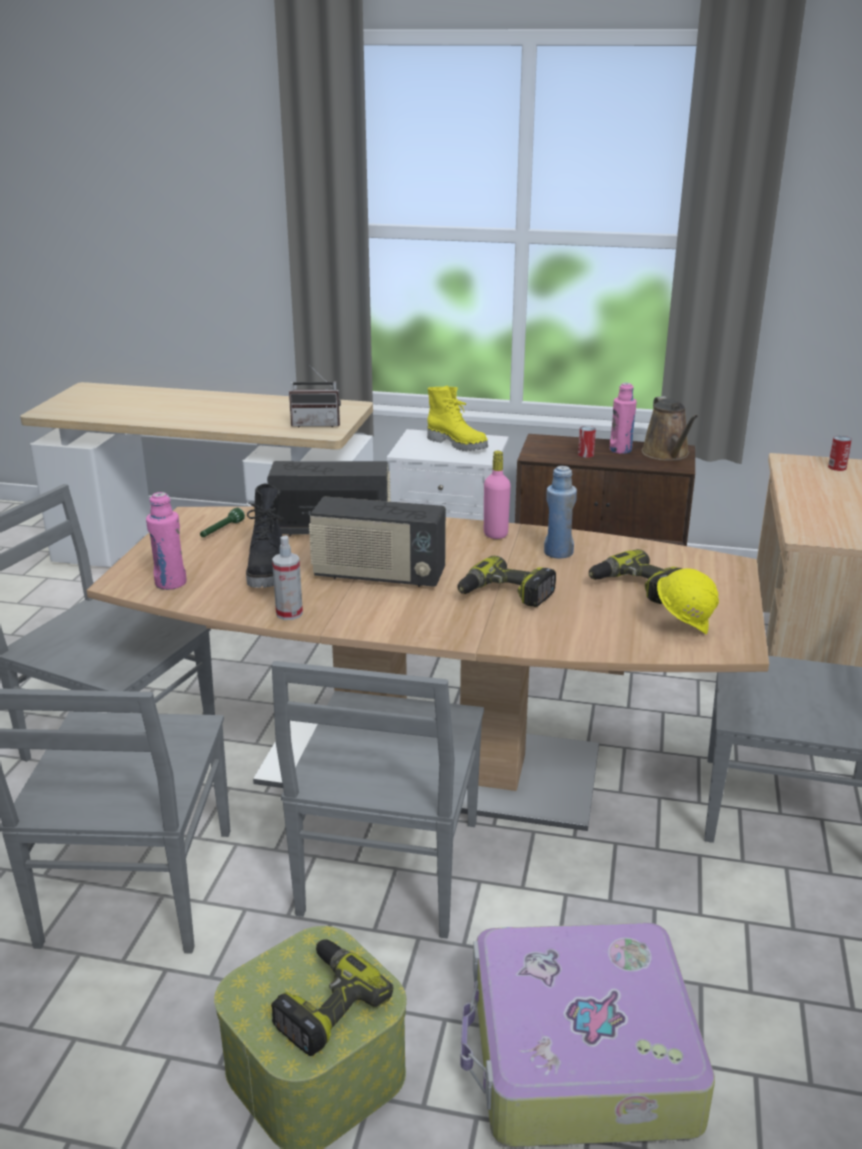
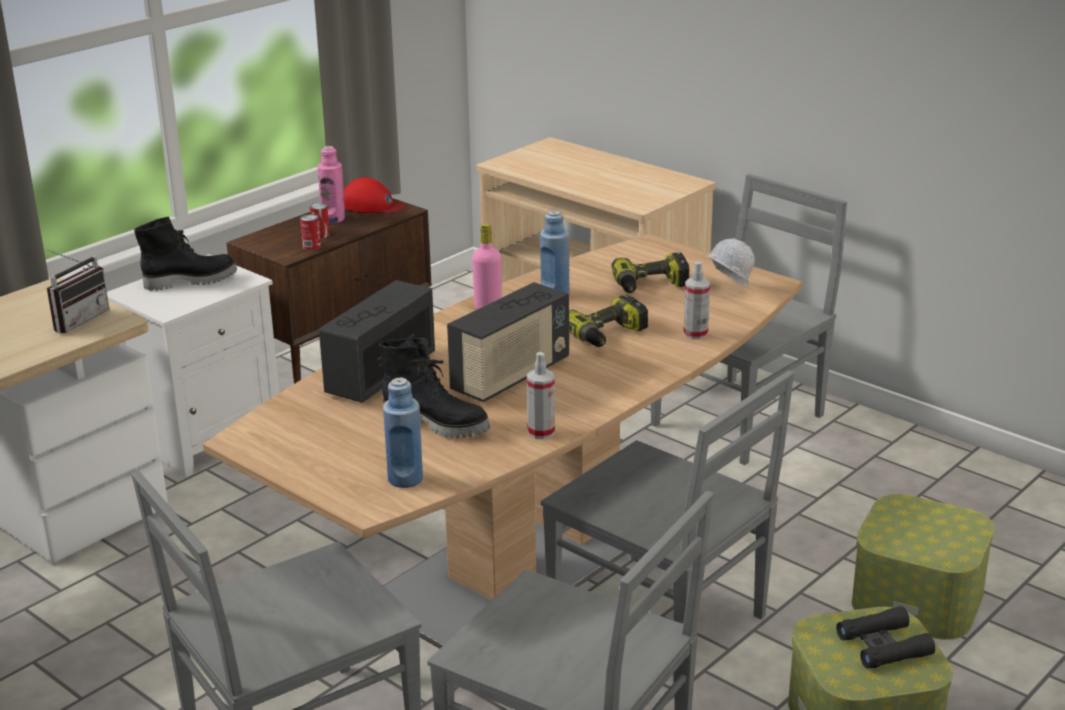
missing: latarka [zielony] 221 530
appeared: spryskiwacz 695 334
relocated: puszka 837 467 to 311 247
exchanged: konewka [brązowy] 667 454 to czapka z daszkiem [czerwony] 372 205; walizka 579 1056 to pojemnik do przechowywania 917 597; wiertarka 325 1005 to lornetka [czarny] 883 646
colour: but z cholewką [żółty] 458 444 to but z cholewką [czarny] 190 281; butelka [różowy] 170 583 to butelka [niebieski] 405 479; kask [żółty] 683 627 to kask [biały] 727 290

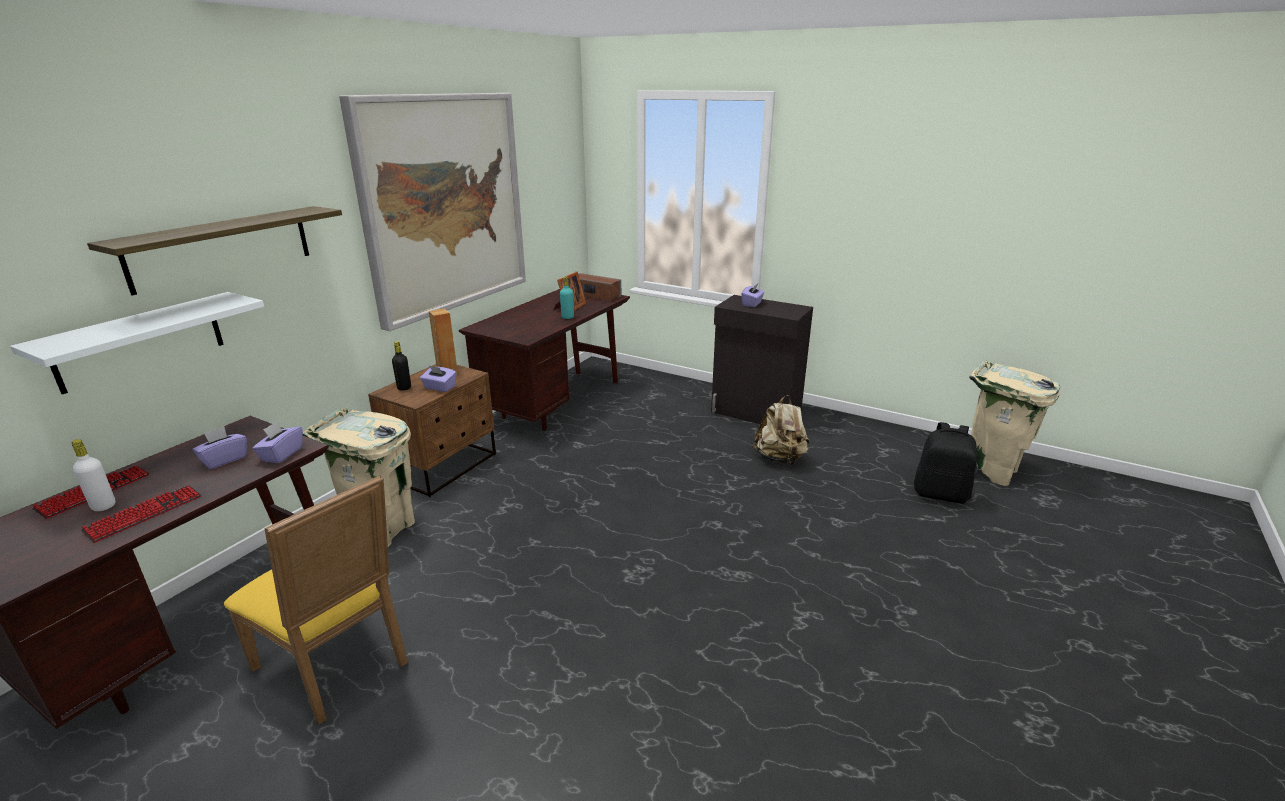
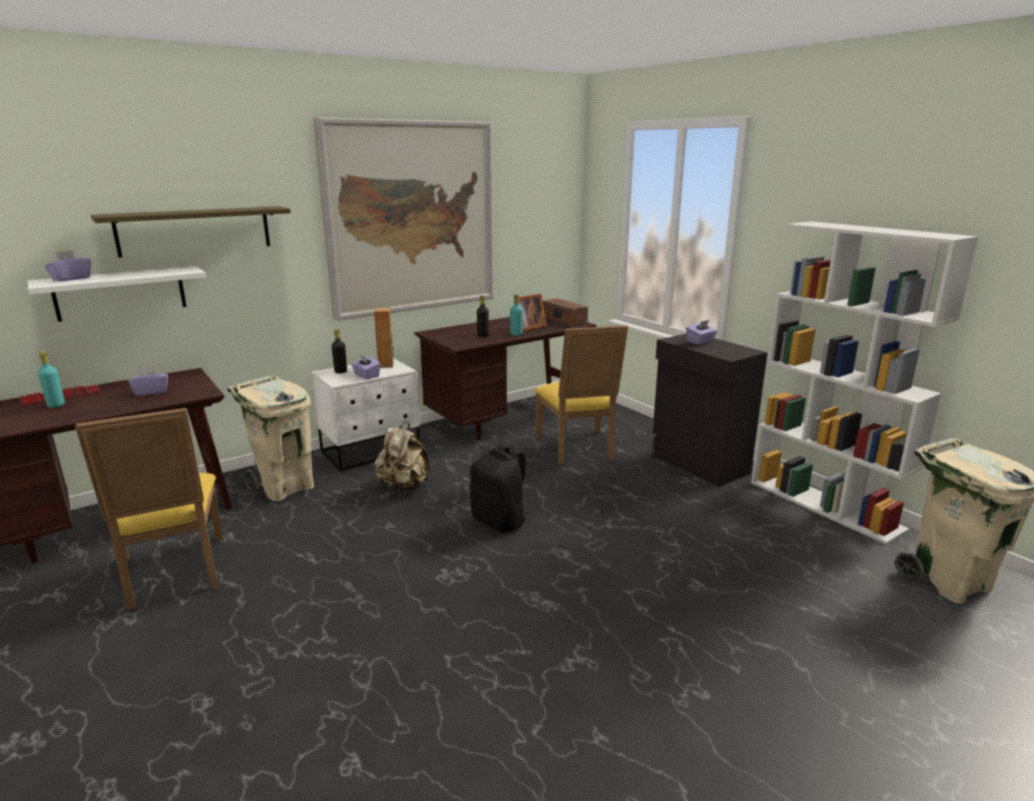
missing: klawiatura 144 514
appeared: regał [biały] 825 505; butelka [czarny] 483 335; krzesło [żółty] 578 449
relocated: plecak [beżowy] 780 459 to 403 488; pudełko chusteczek [fioletowy] 281 454 to 71 279; plecak [czarny] 941 494 to 500 521
colour: szafka nocna [brązowy] 444 467 to szafka nocna [biały] 371 451; butelka [biały] 103 506 to butelka [turkusowy] 56 405

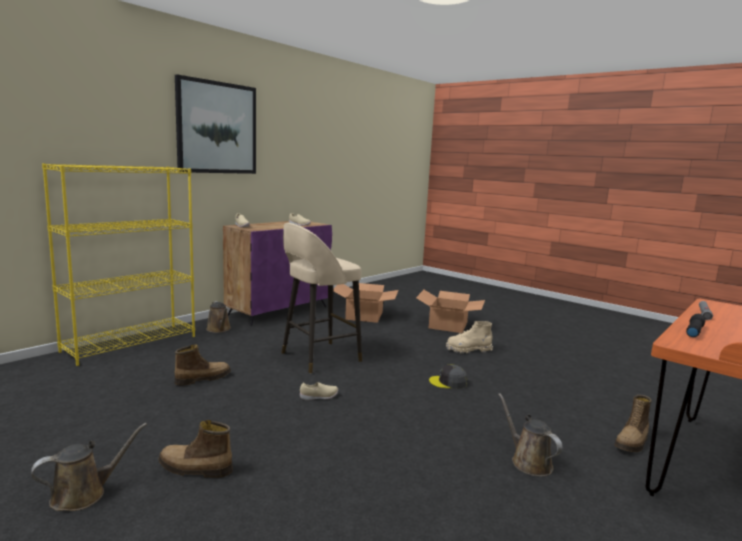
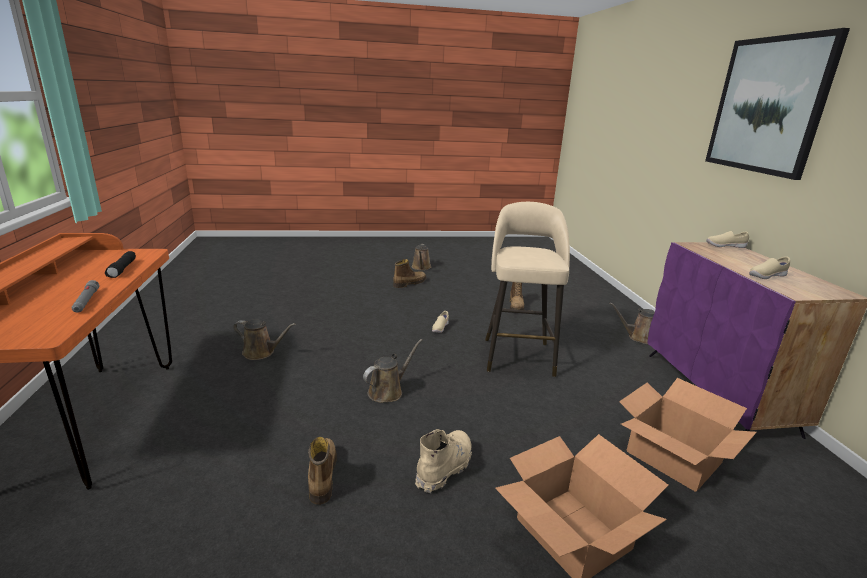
missing: regał [żółty] 131 343
relocated: but z cholewką 632 442 to 321 475
exchanged: czapka z daszkiem [szary] 448 382 to konewka [brązowy] 388 391

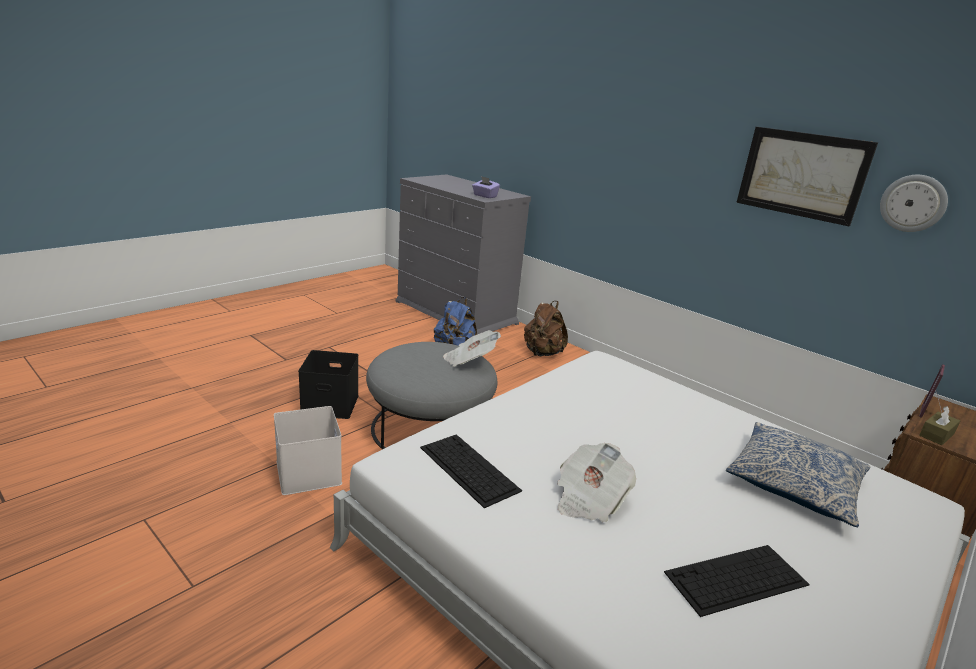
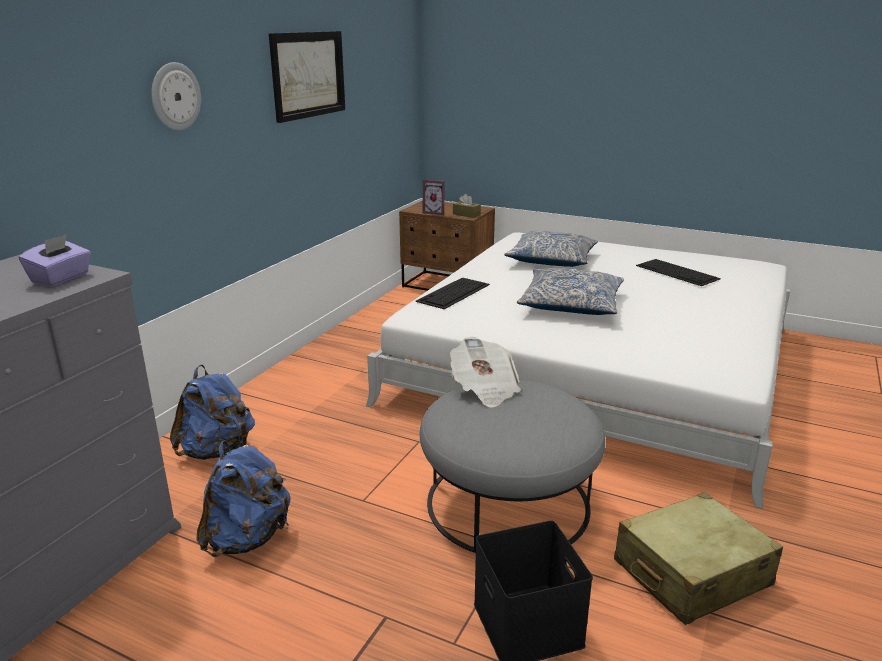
missing: gazeta 589 499
appeared: poduszka 571 304
relocated: zegar ścienny 913 203 to 175 96; klawiatura 467 468 to 453 293
exchanged: pojemnik do przechowywania [biały] 307 472 to walizka [beżowy] 691 574
colour: plecak [brązowy] 542 353 to plecak [niebieski] 217 451

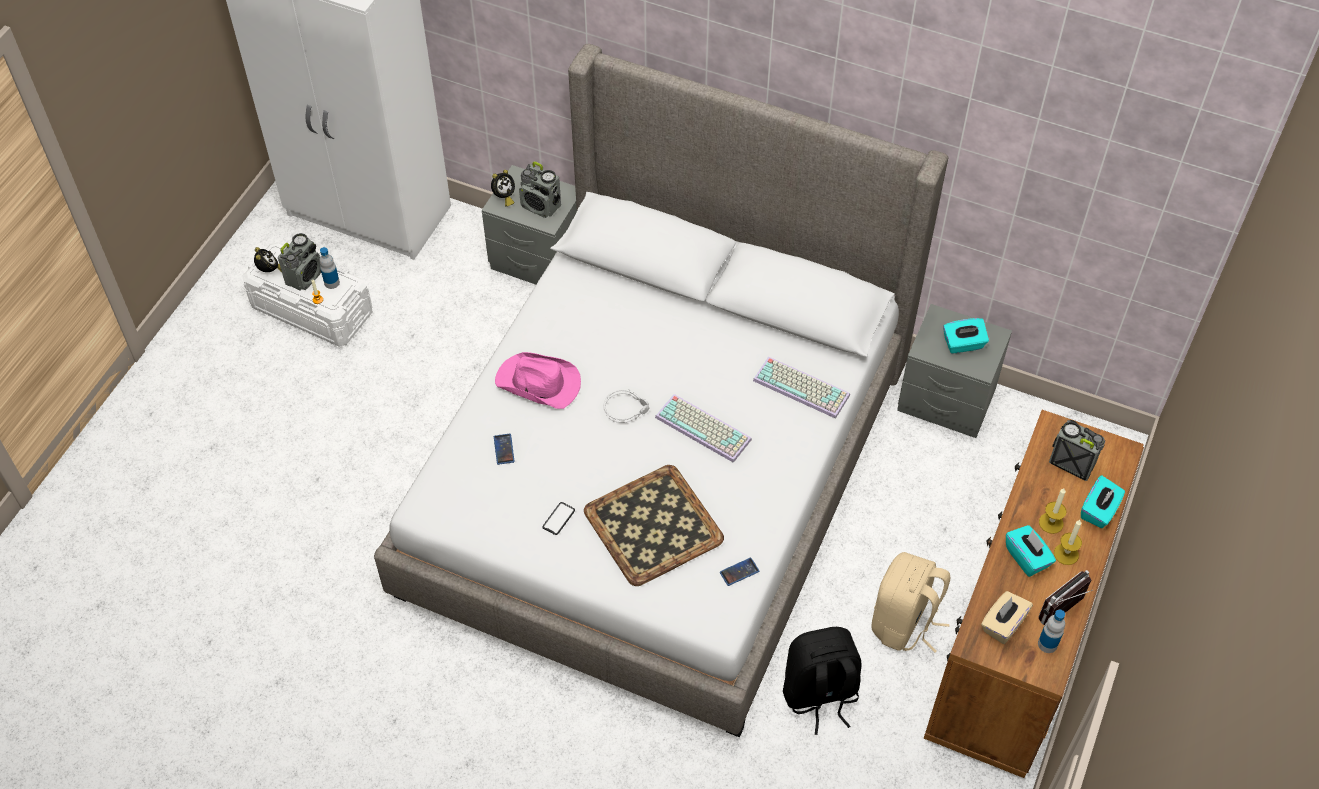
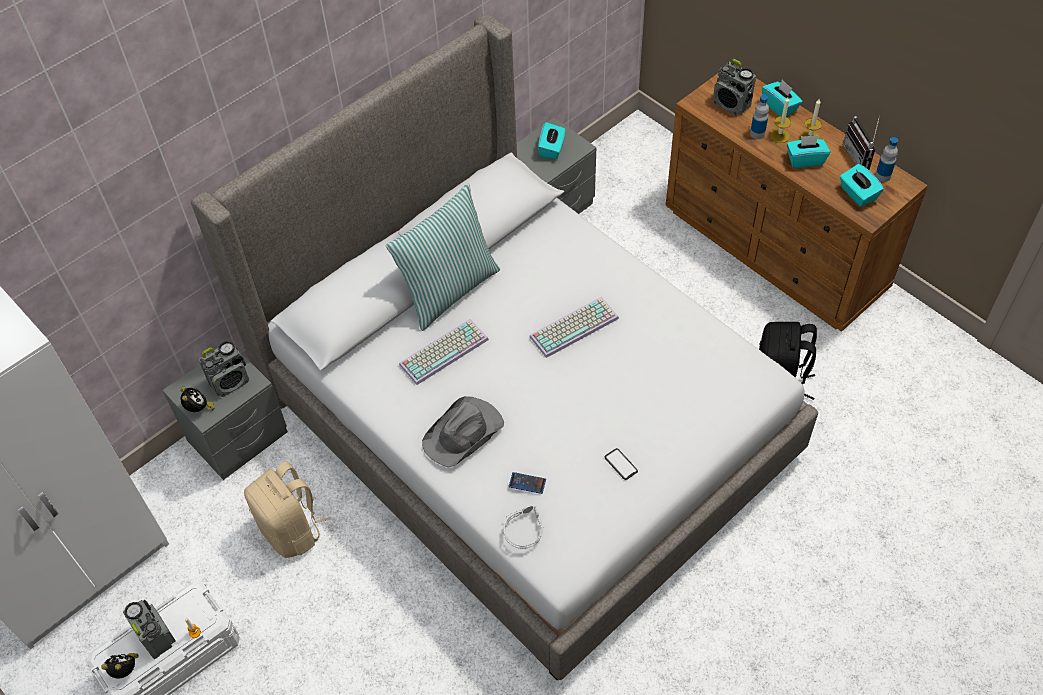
missing: taca 651 525; telefon 739 572
appeared: poduszka 448 289
relocated: butelka 332 282 to 757 133; klawiatura 803 387 to 444 350; słuchawki [szary] 626 408 to 523 528; plecak [beżowy] 904 623 to 292 530
colour: kapelusz [różowy] 539 383 to kapelusz [szary] 464 433; pudełko chusteczek [beżowy] 1003 624 to pudełko chusteczek [turkusowy] 857 194
spun: radio 1072 462 = 731 105 105 degrees counterclockwise

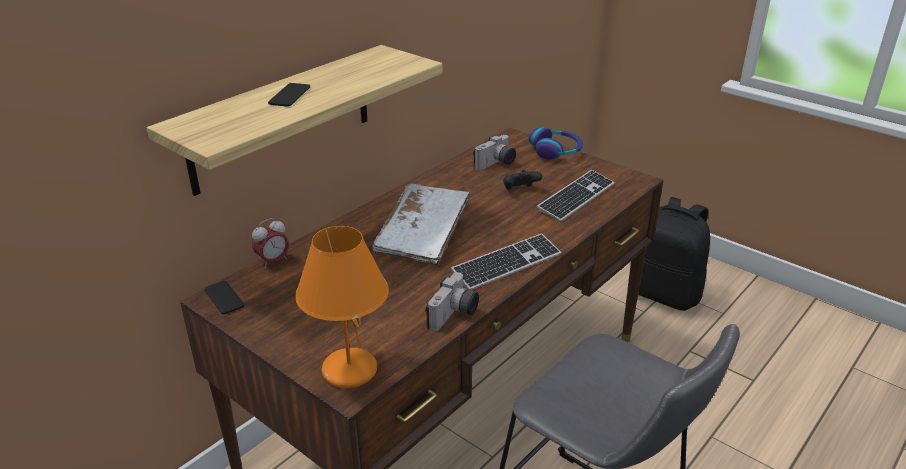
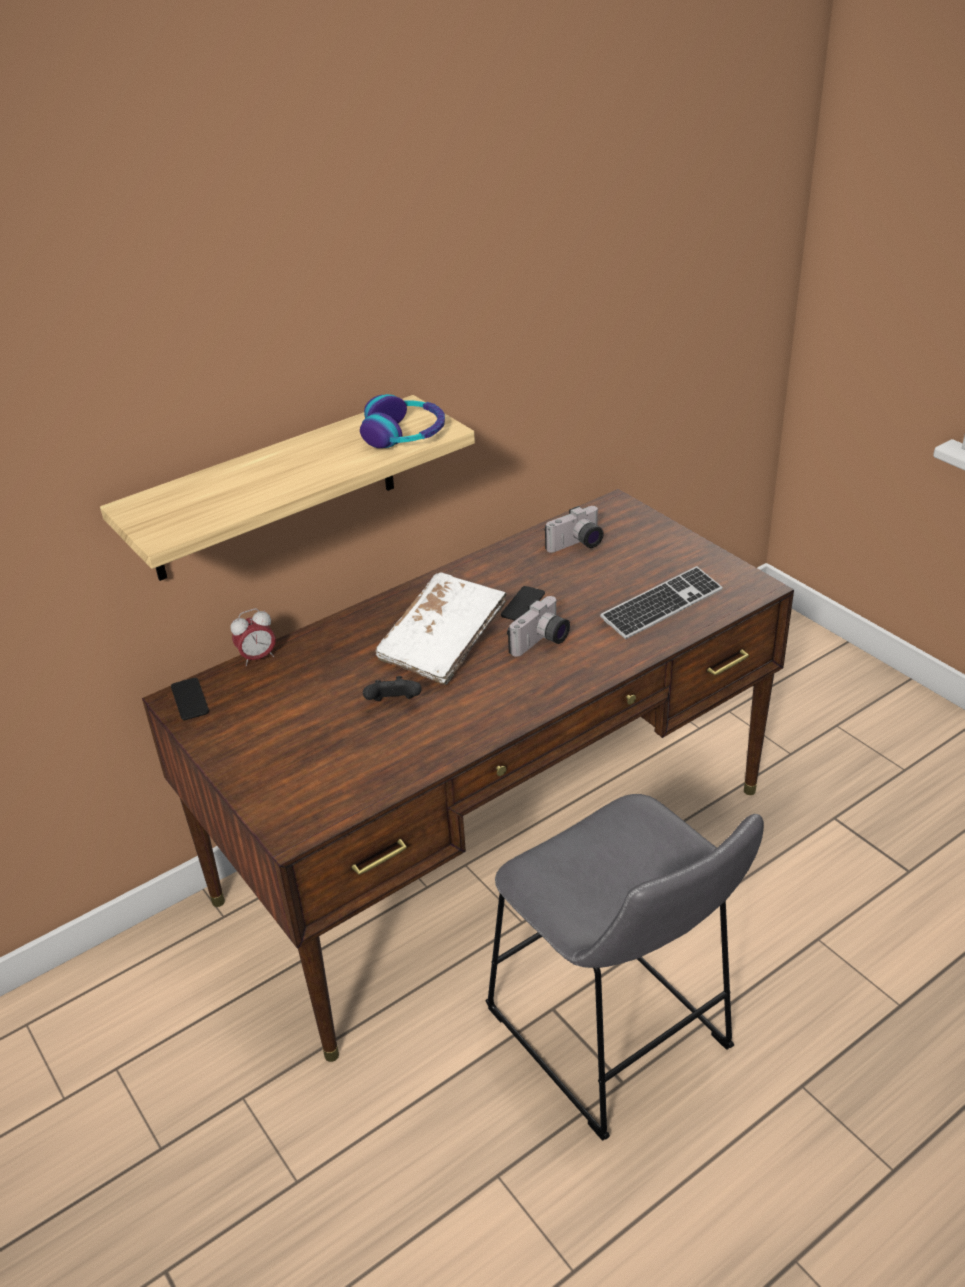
missing: plecak [czarny] 665 294; lampa stołowa [pomarańczowy] 348 370; klawiatura 507 264
relocated: telefon 289 95 to 523 604; słuchawki 556 151 to 404 435; pad do gier [czarny] 520 190 to 394 704; aparat fotograficzny 454 315 to 542 642

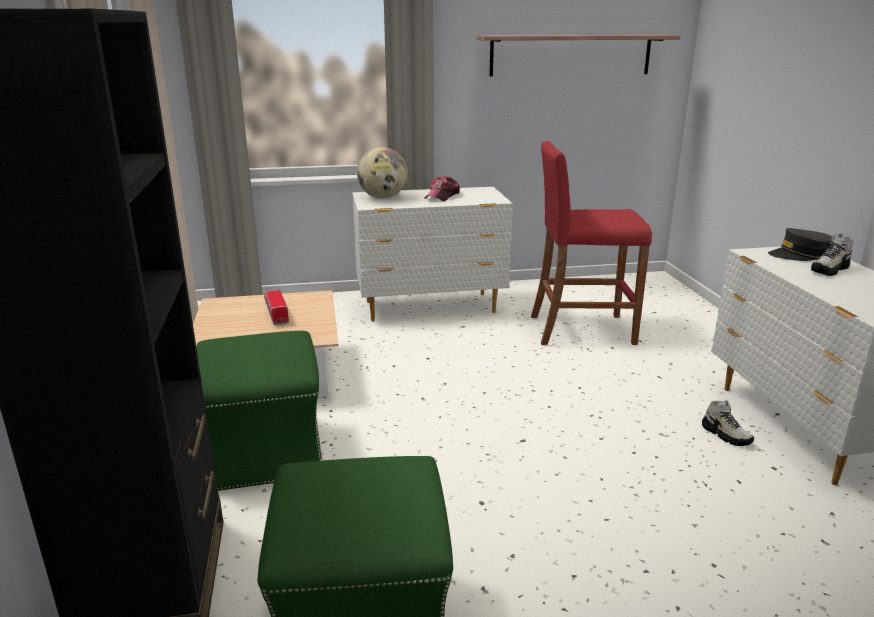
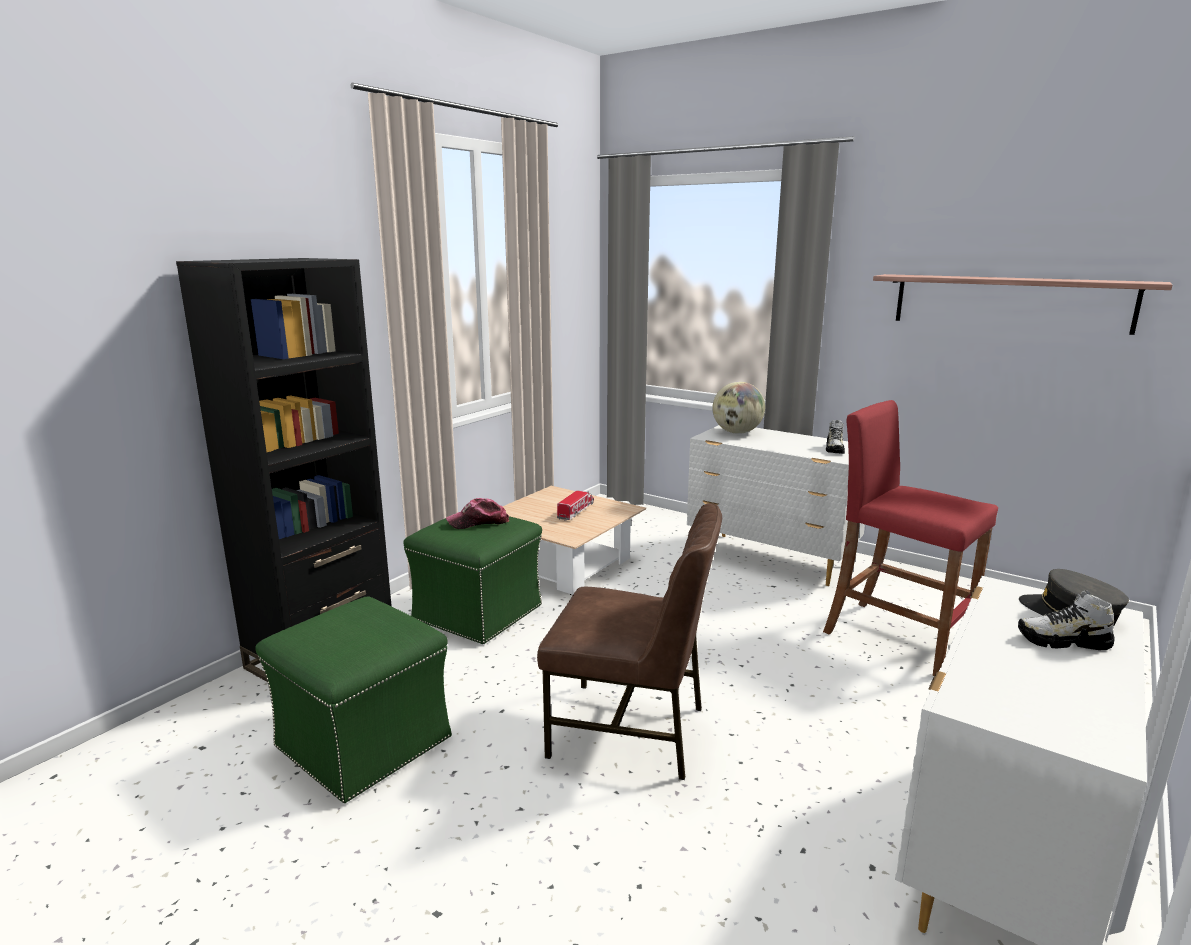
appeared: krzesło [brązowy] 630 731
relocated: czapka z daszkiem 442 196 to 478 522; but 726 435 to 834 449

